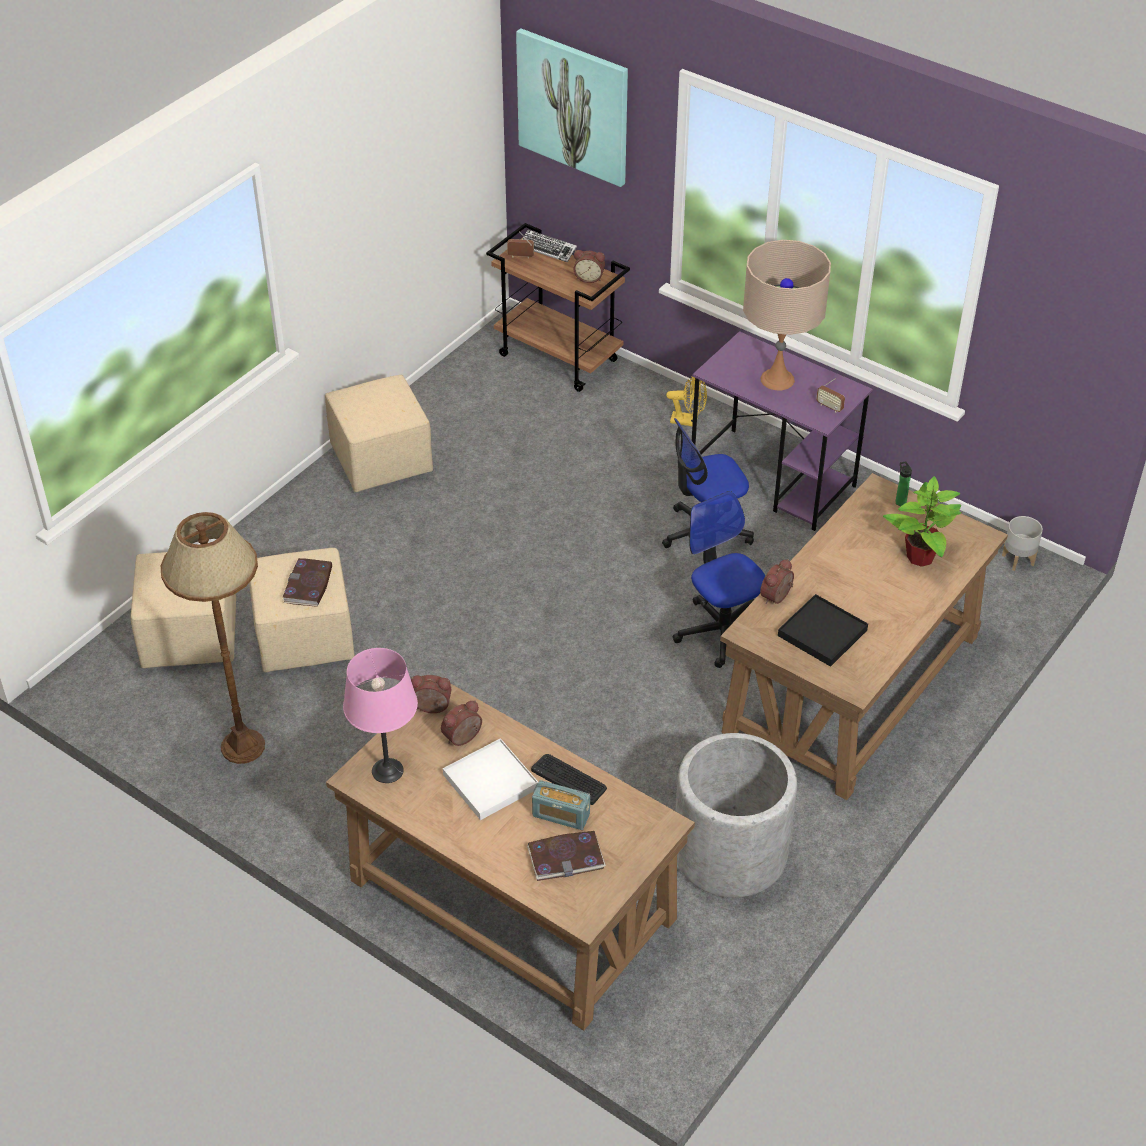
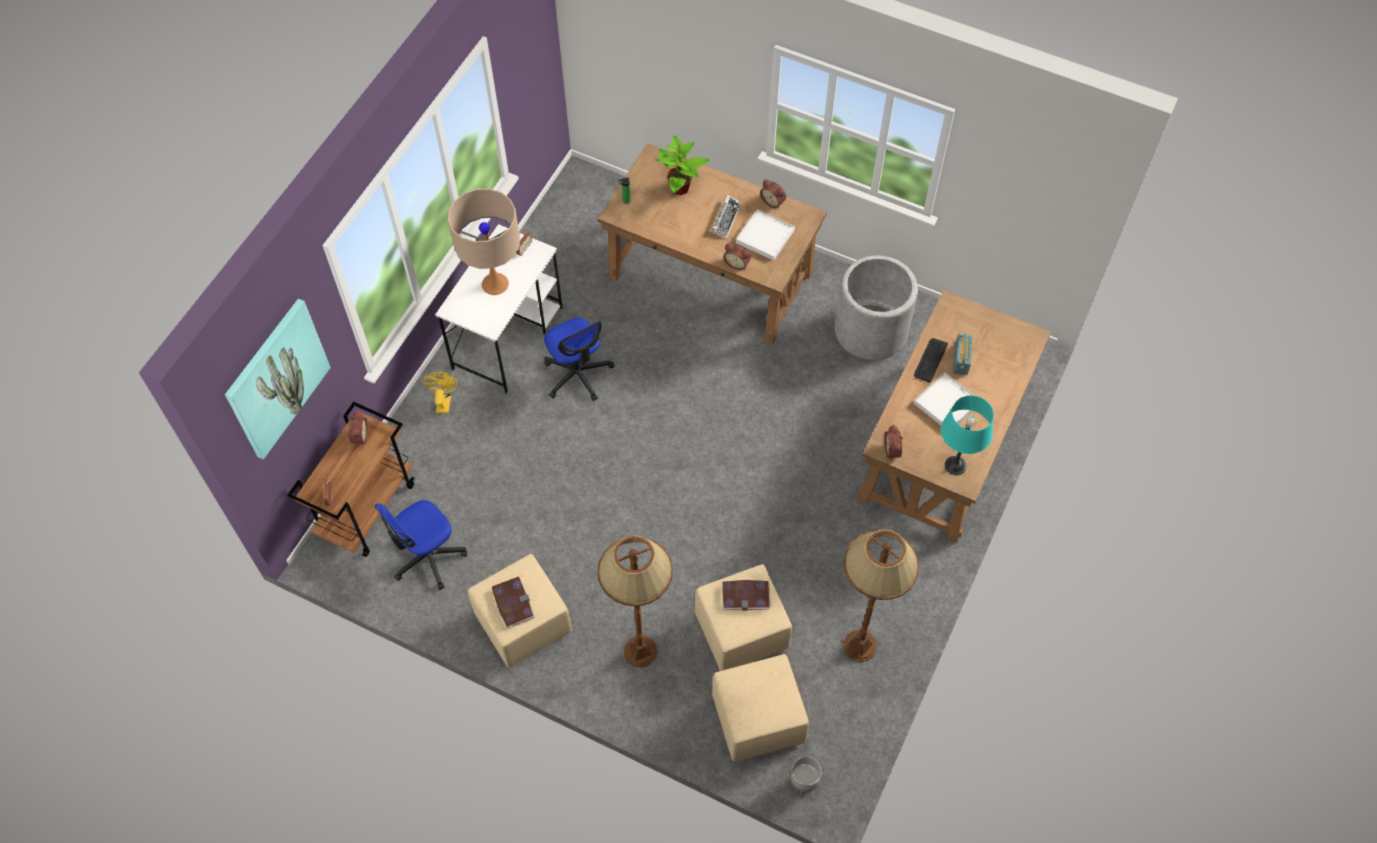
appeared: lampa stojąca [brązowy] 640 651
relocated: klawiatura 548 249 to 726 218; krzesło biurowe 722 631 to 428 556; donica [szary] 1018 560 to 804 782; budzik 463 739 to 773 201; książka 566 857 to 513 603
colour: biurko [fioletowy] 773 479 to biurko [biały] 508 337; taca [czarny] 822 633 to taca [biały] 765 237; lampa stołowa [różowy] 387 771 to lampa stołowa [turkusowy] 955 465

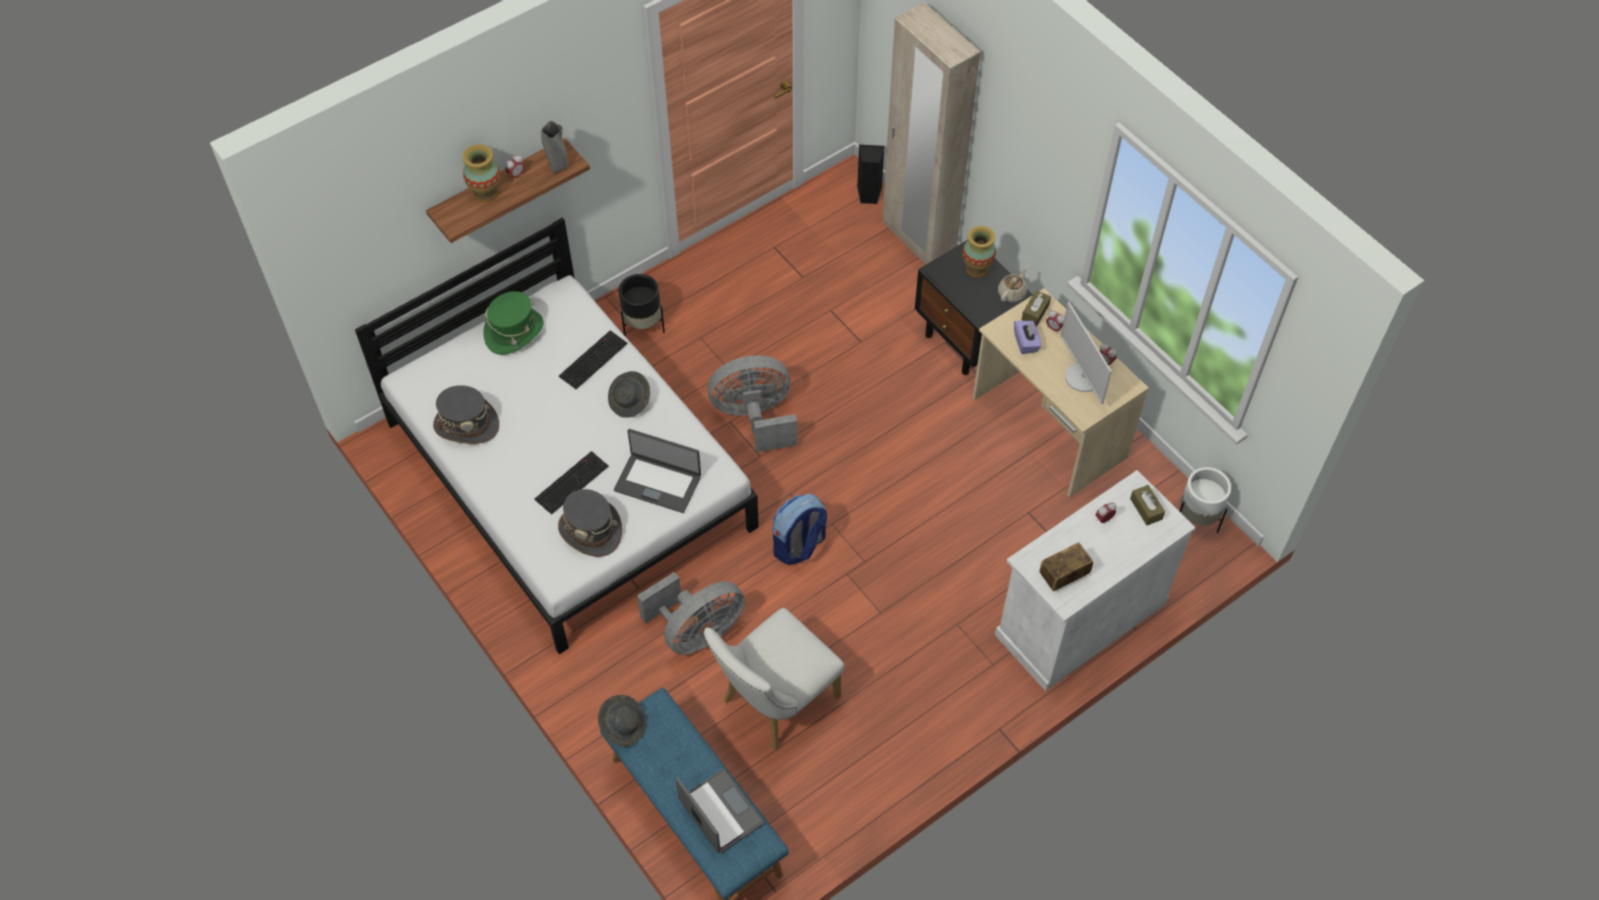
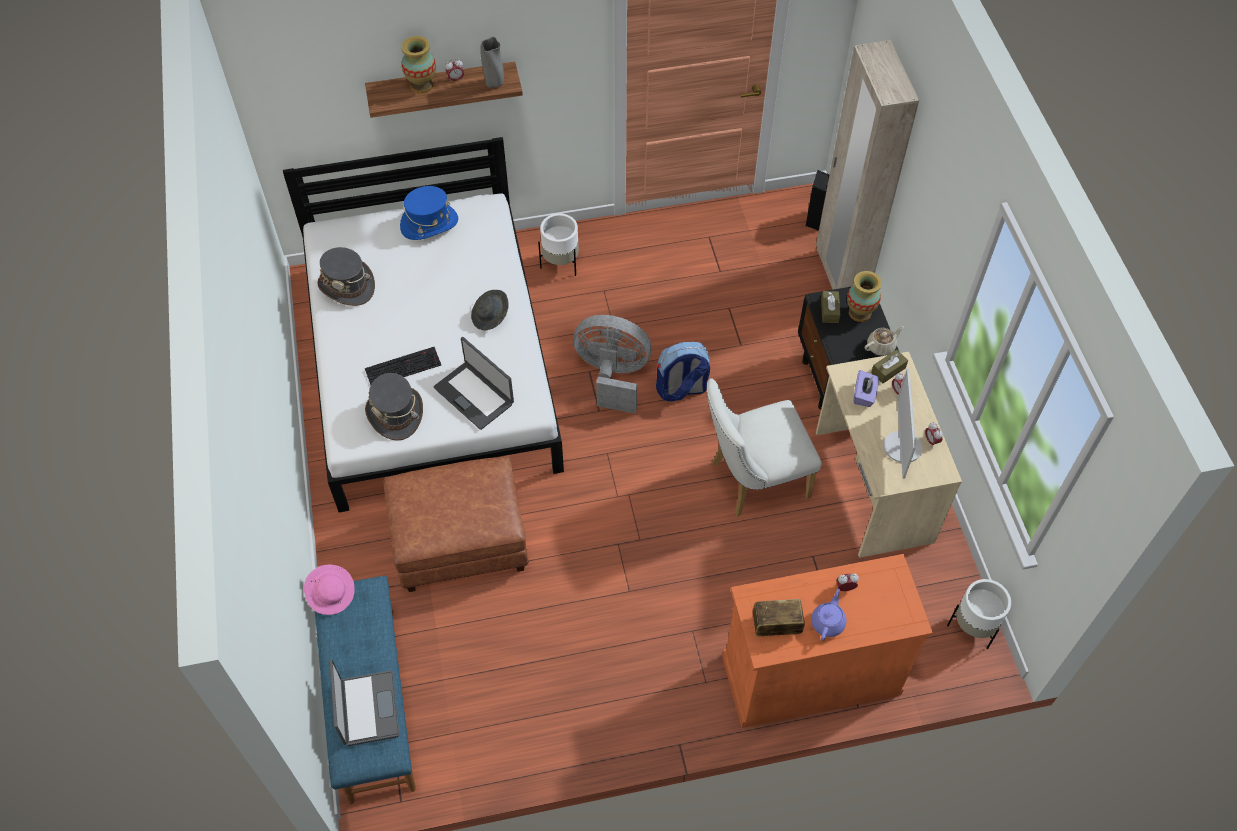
missing: klawiatura 593 359
appeared: imbryk [fioletowy] 828 622
relocated: pudełko chusteczek [brązowy] 1146 509 to 829 311; plecak 799 546 to 681 389; krzesło [biały] 774 703 to 752 481
exchanged: wentylator [szary] 697 632 to pufa [brązowy] 461 541
colour: donica [czarny] 643 326 to donica [biały] 561 263; kapelusz [zielony] 514 332 to kapelusz [niebieski] 429 224; szafka [biały] 1080 618 to szafka [pomarańczowy] 810 674; kapelusz [szary] 623 725 to kapelusz [różowy] 332 594

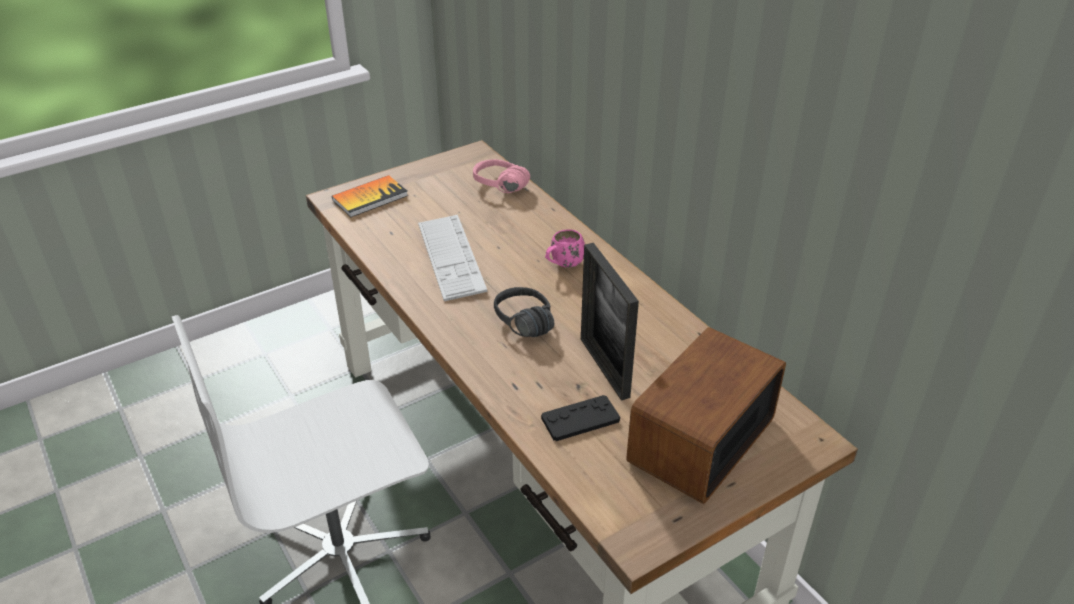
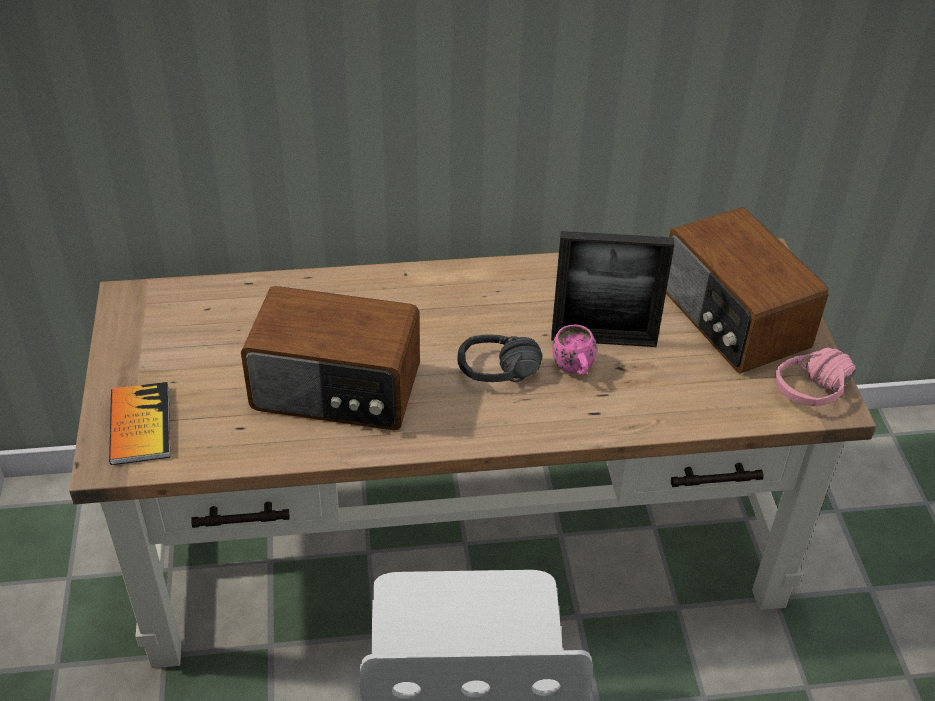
missing: pad do gier [czarny] 580 419
relocated: słuchawki [różowy] 497 189 to 822 397; kubek [różowy] 563 265 to 575 370
exchanged: klawiatura 451 257 to radio 336 390

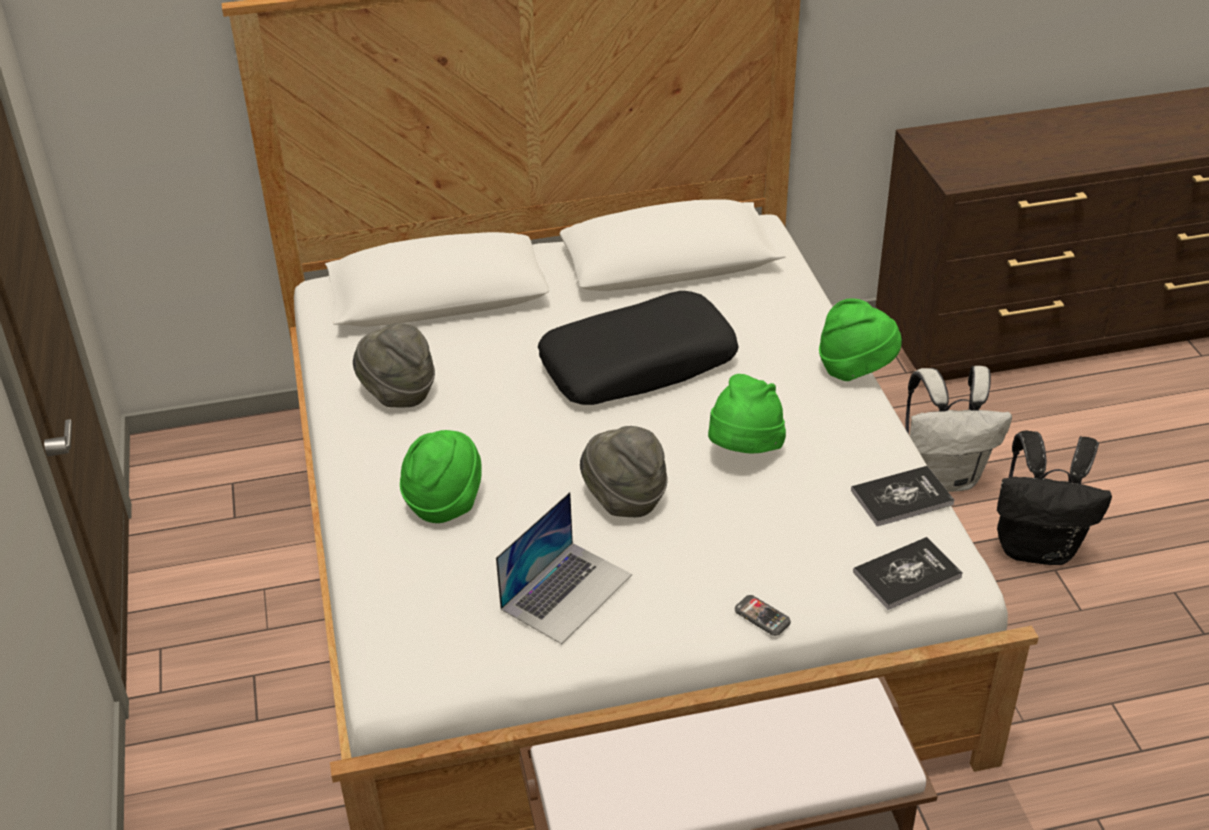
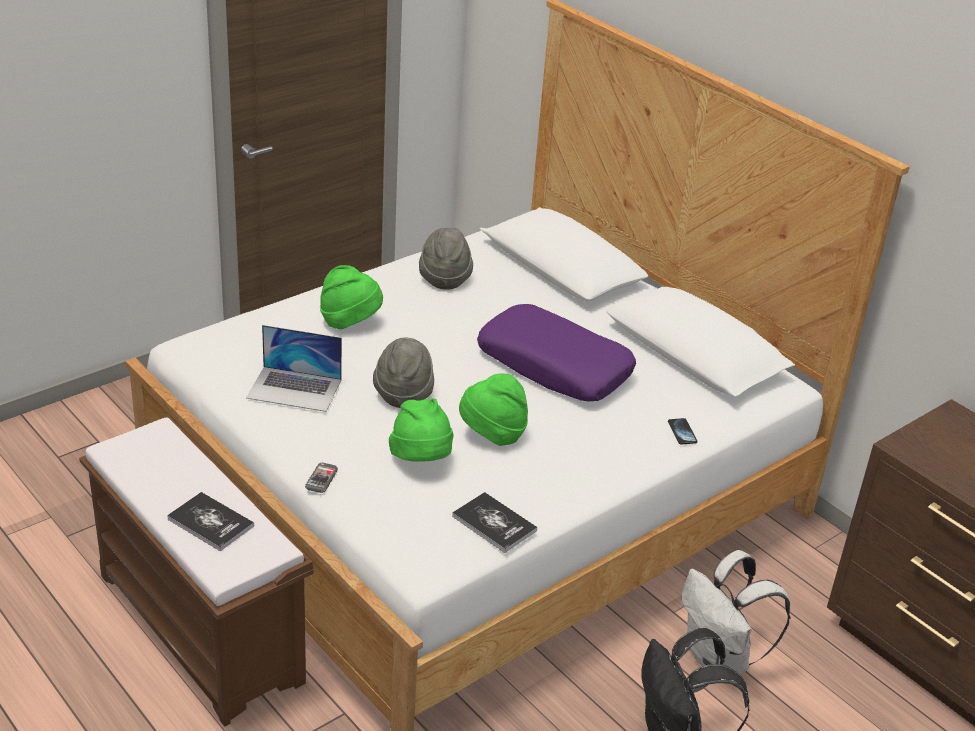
appeared: telefon 682 432
relocated: kapelusz [zielony] 856 369 to 421 461; książka 907 574 to 210 523
colour: poduszka [czarny] 638 364 to poduszka [fioletowy] 555 366

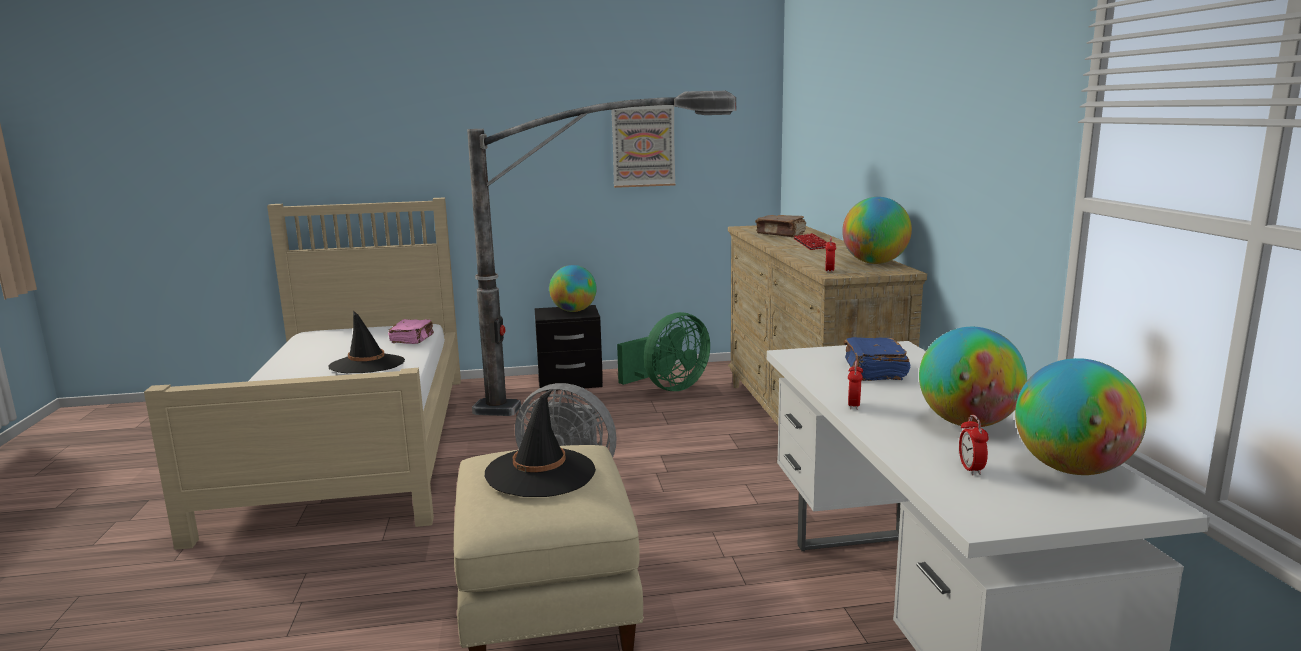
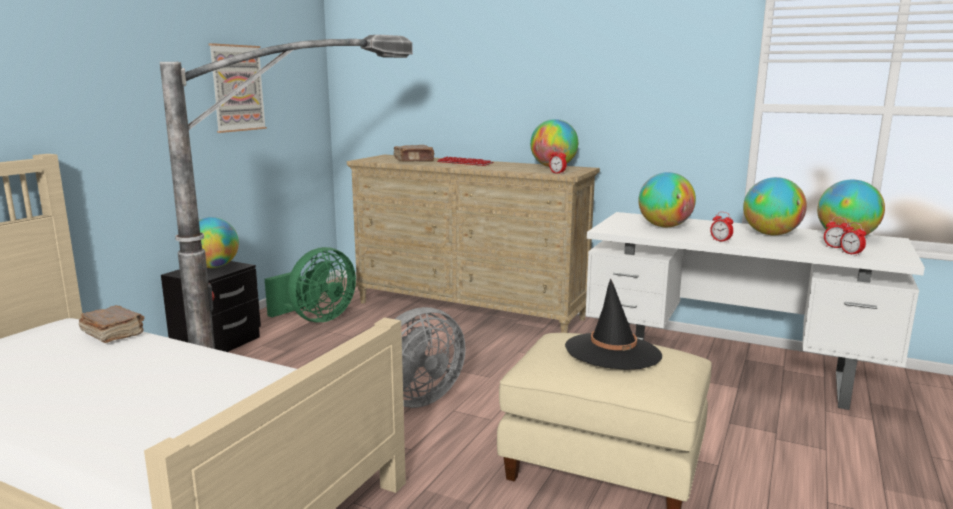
missing: kapelusz [czarny] 367 364
appeared: budzik 851 254
exchanged: książka [niebieski] 874 371 to globus 664 226
colour: książka [różowy] 412 340 to książka [brązowy] 113 334
spun: wentylator [zielony] 669 388 = 316 319 45 degrees clockwise

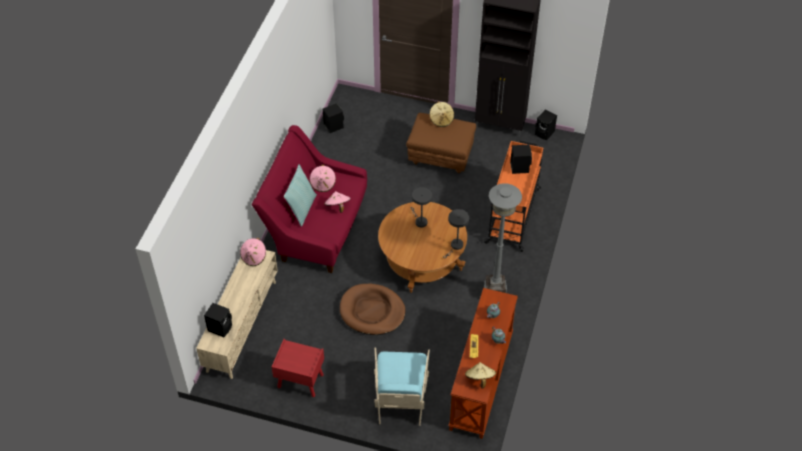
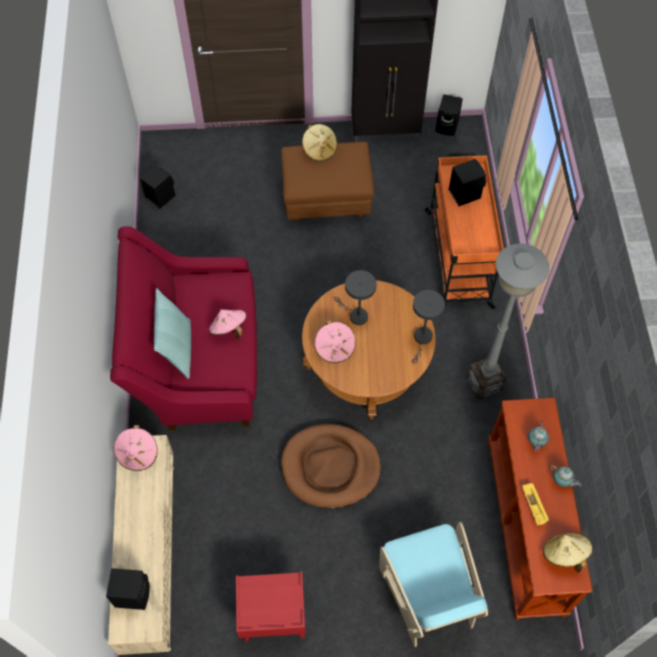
relocated: kapelusz [różowy] 323 184 to 335 348

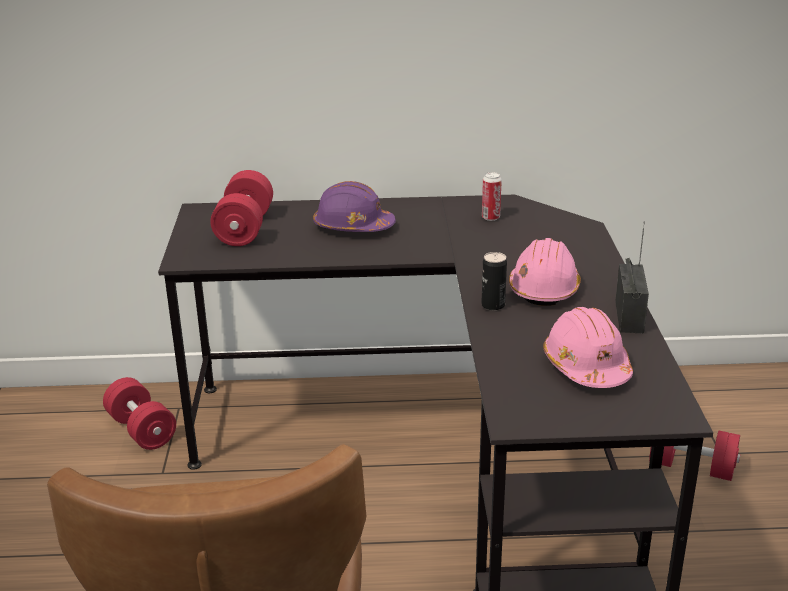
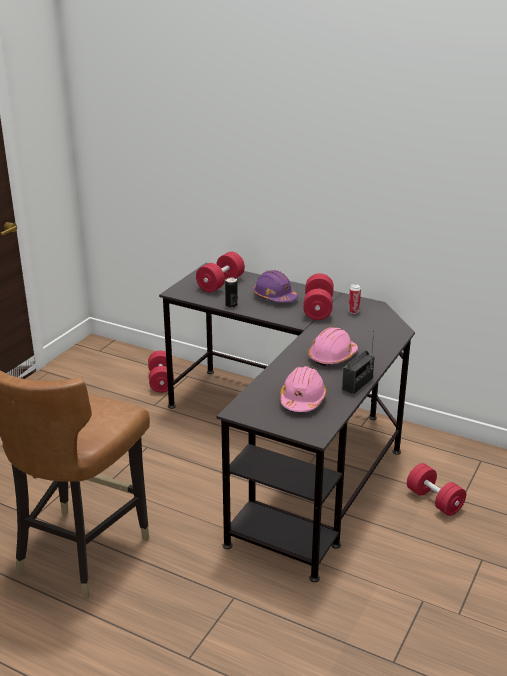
appeared: hantel [czerwony] 318 309
relocated: puszka 493 305 to 231 305

